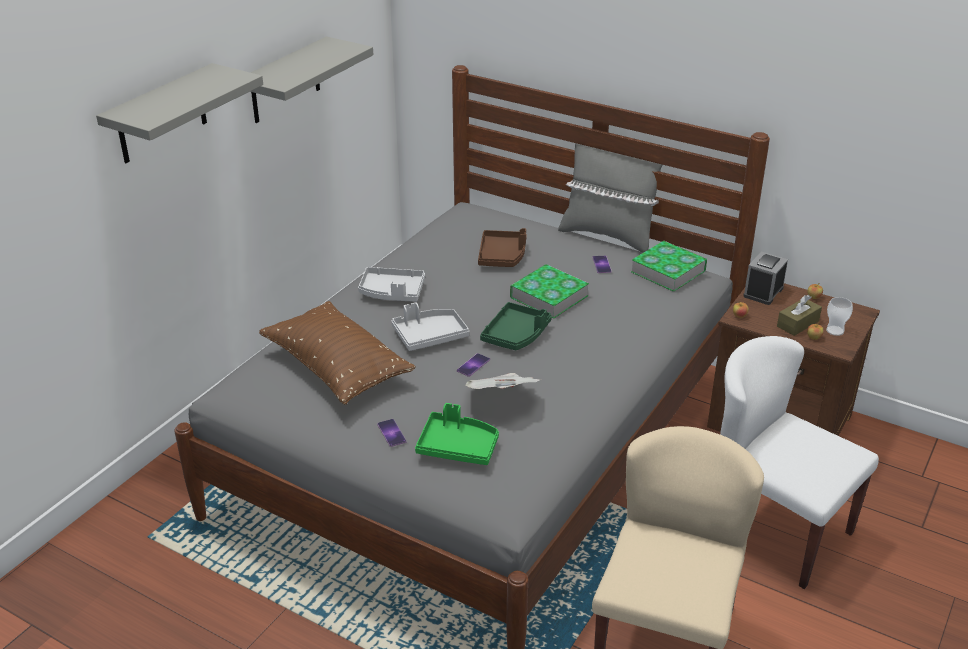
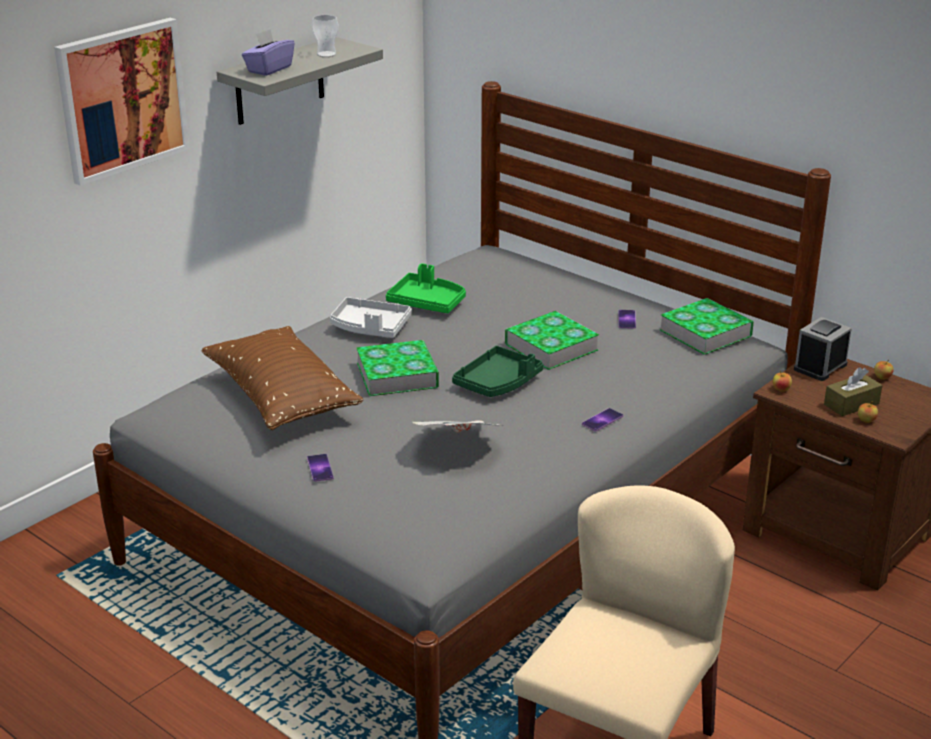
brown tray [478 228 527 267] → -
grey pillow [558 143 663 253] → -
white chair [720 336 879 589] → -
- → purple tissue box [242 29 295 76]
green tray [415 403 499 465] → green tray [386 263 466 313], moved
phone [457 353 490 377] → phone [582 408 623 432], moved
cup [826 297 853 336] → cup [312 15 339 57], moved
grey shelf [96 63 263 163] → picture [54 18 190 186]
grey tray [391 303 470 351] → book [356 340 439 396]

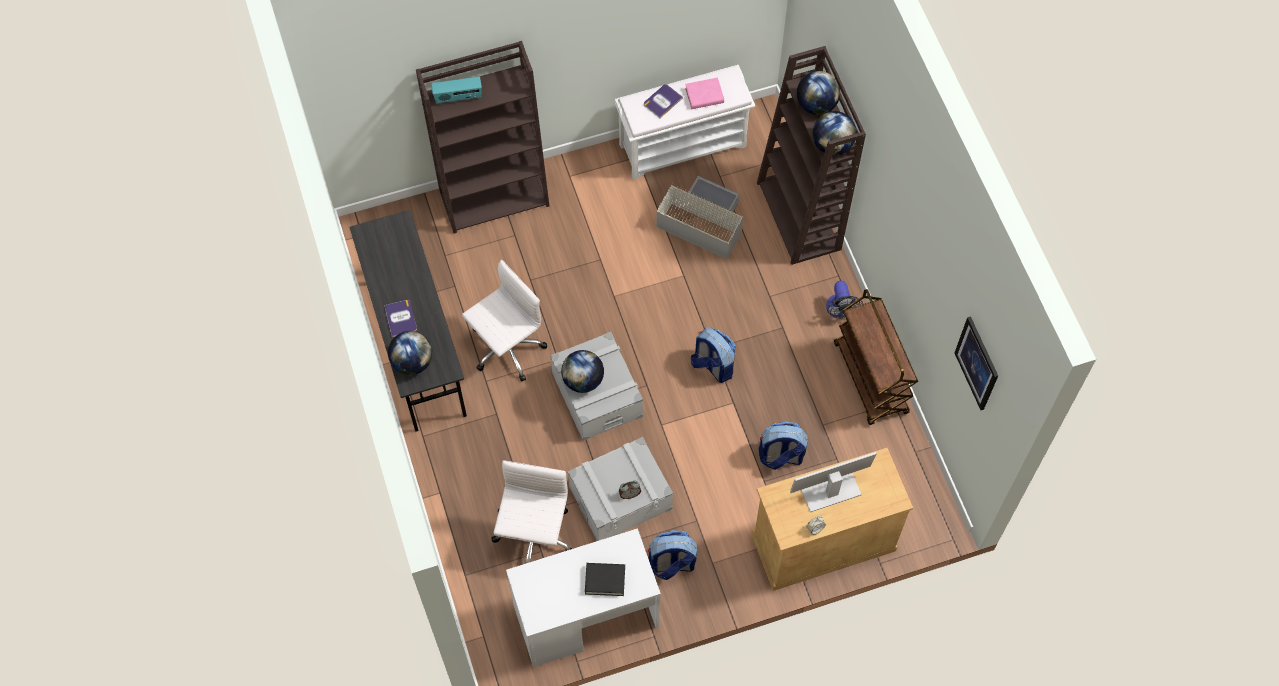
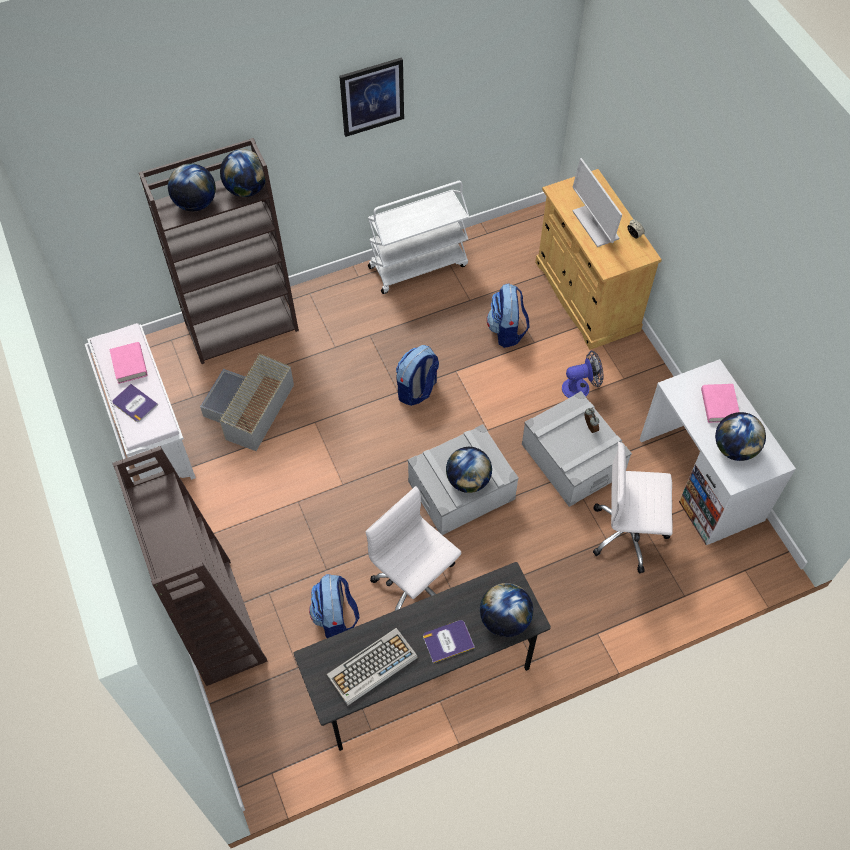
radio [431 77 482 104] → -
- → keyboard [326 628 418 706]
- → globe [715 412 766 461]
backpack [648 530 697 580] → backpack [309 574 359 638], moved
fan [826 281 863 318] → fan [562 350 603 398], moved
picture [954 316 998 410] → picture [339 57 404 137], moved
black book [585 563 625 596] → pink book [701 384 740 423]
brown cart [834 289 918 425] → white cart [368 181 469 294]

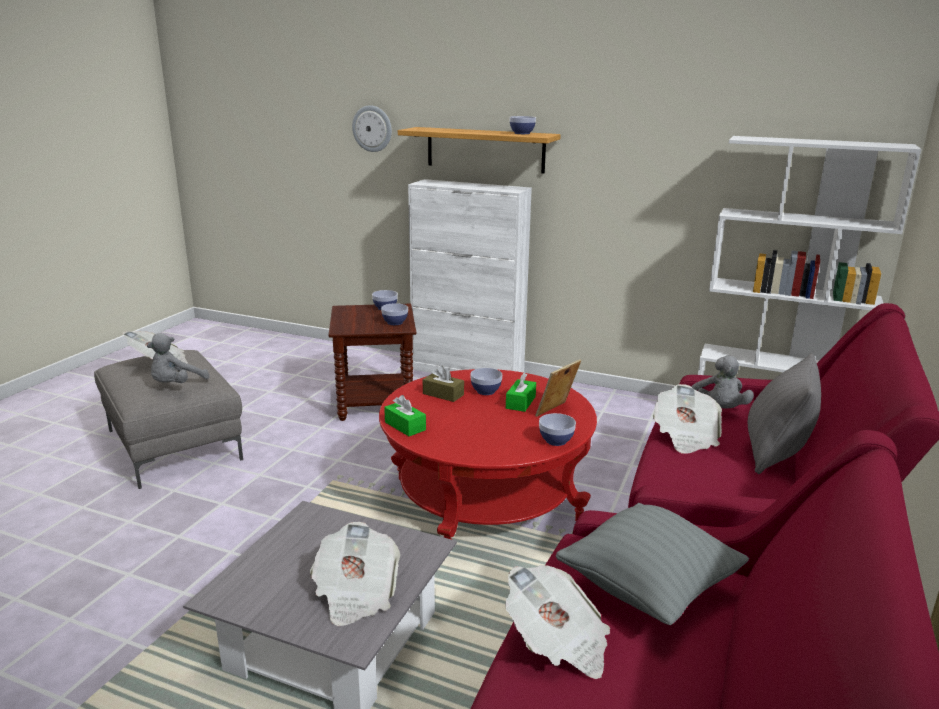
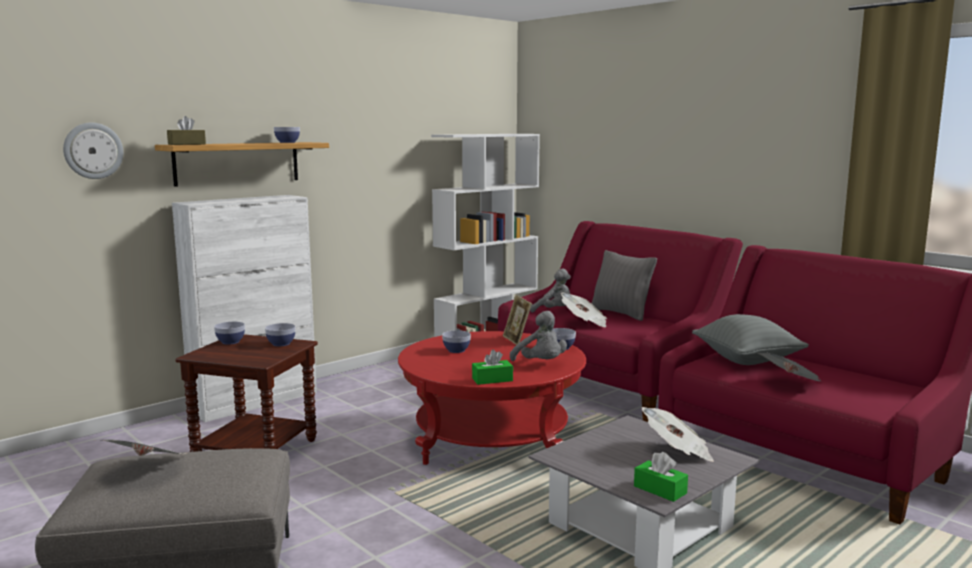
grey plush toy [147 333 209 383] → grey plush toy [510 311 567 361], moved
brown tissue box [423 366 464 402] → brown tissue box [167 116 206 145], moved
green tissue box [506 373 536 412] → green tissue box [634 452 688 502], moved

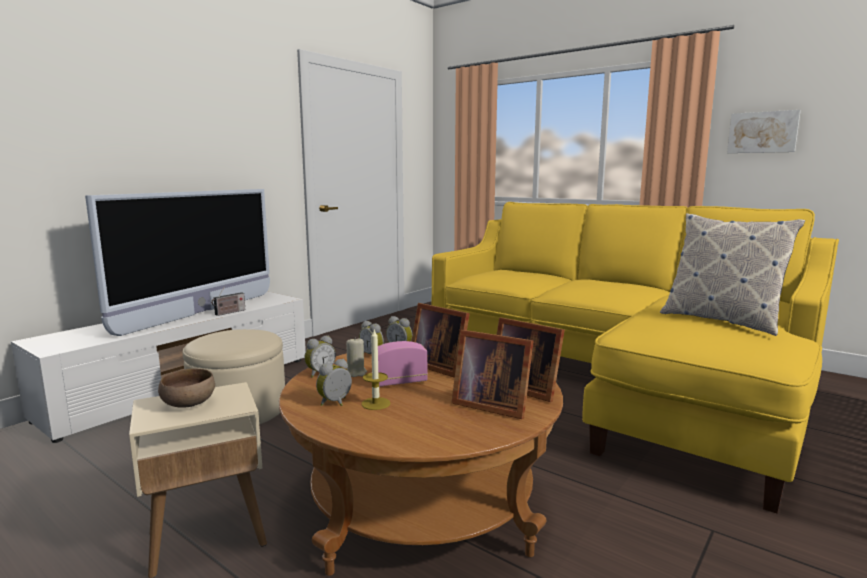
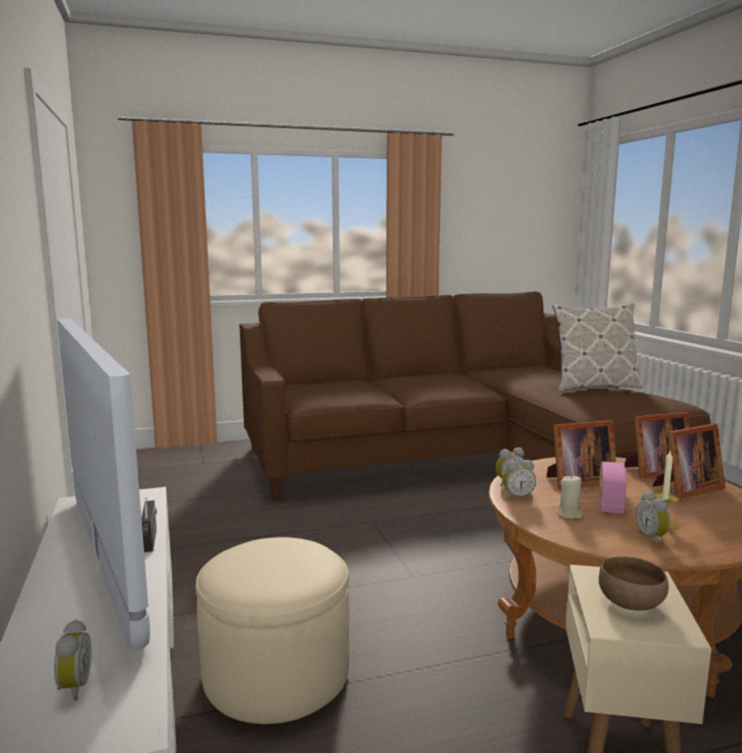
picture [727 110 801 153] → -
alarm clock [304 335 336 378] → alarm clock [54 619 92 701], moved
yellow sofa [432 202 839 514] → brown sofa [239 292 711 500]

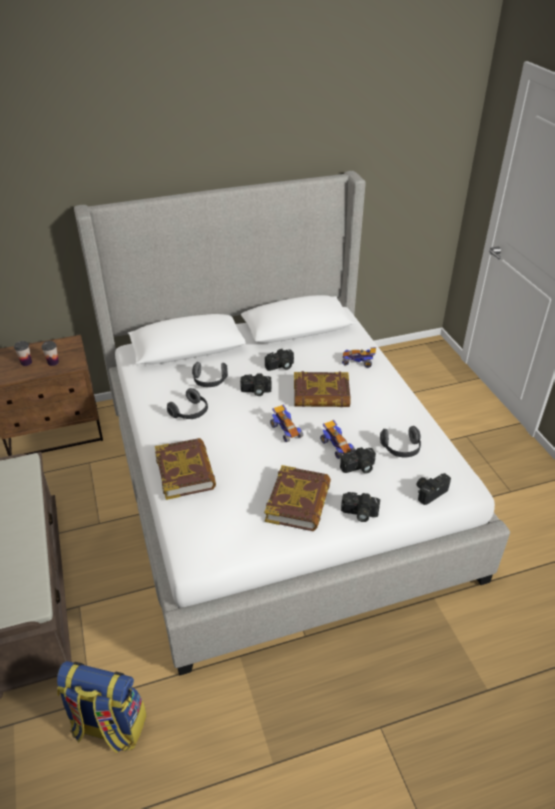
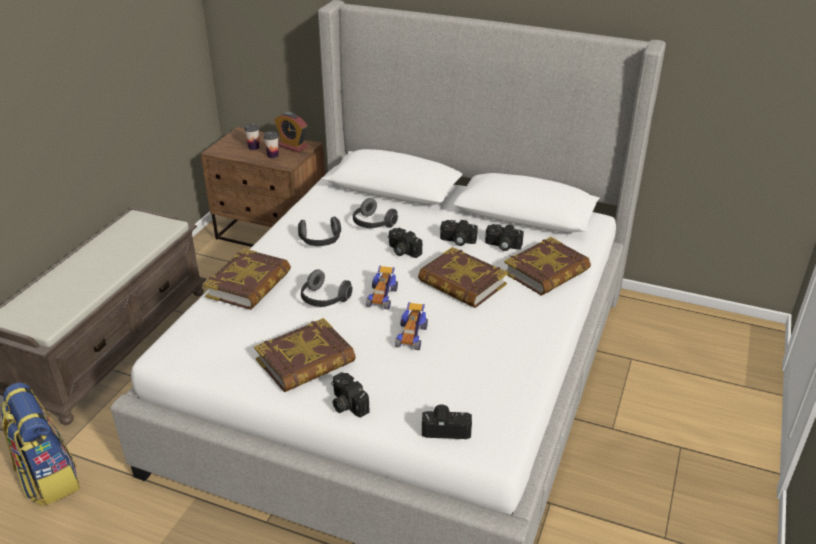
- → alarm clock [274 112 308 152]
photo camera [340 447 376 474] → photo camera [485 224 524 251], moved
headphones [380 426 421 457] → headphones [301 269 353 307], moved
toy car [342 347 376 368] → book [504 237 591 296]

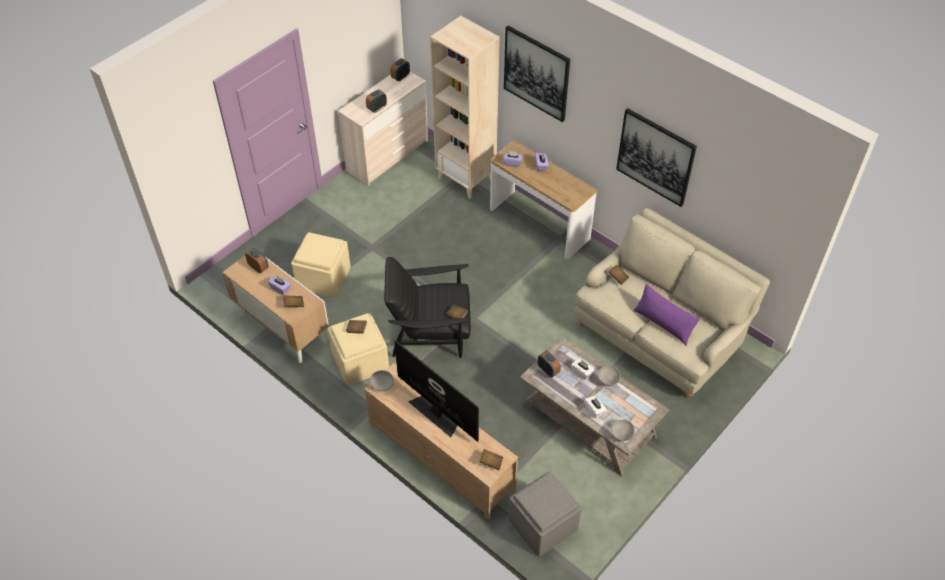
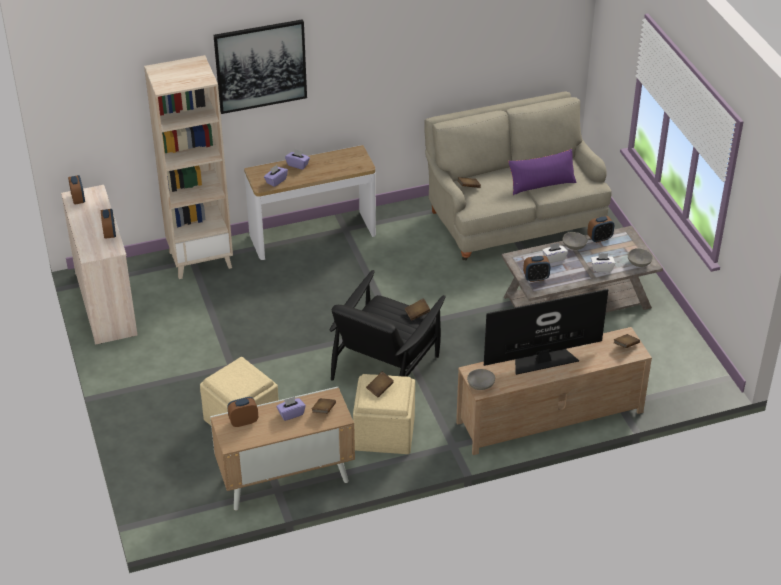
grey ottoman [508 471 582 556] → -
picture [616 108 697 207] → -
- → alarm clock [587 216 614 243]

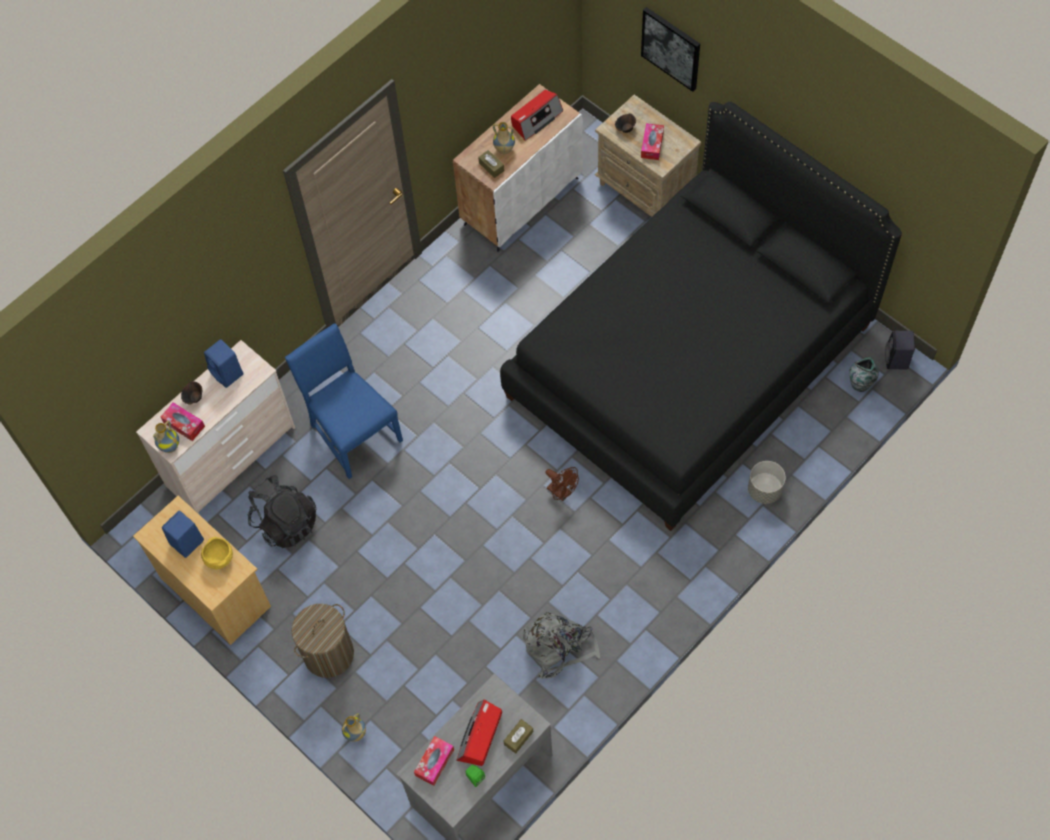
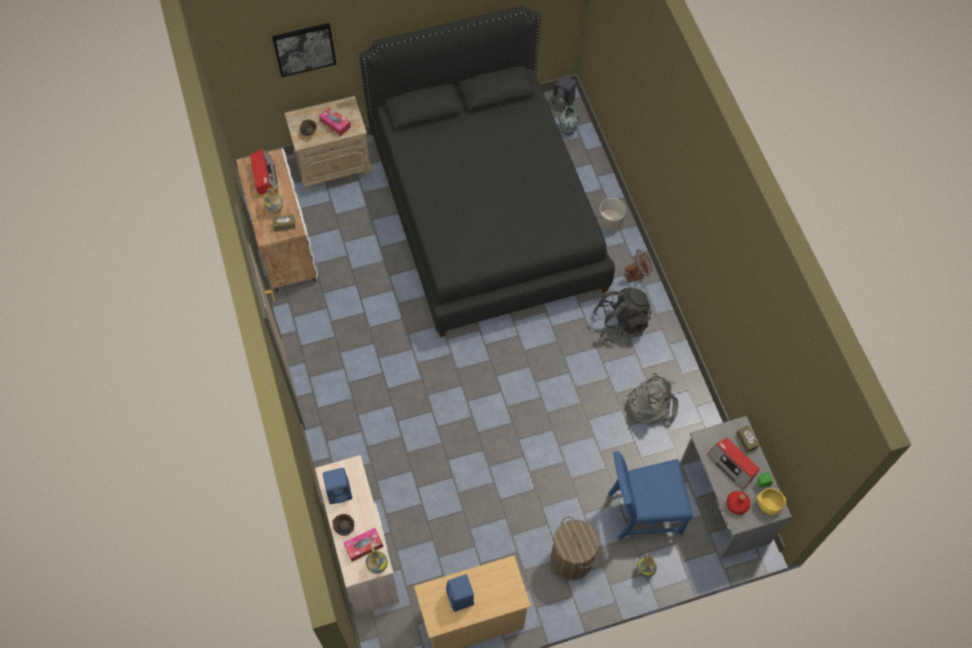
yellow bowl [201 537 233 569] → yellow bowl [757 488 786 515], moved
black backpack [247 475 317 548] → black backpack [593 288 652 342], moved
blue chair [285 323 403 479] → blue chair [608 451 693 540], moved
brown fan [545 467 579 501] → brown fan [625 249 652 283], moved
tissue box [414 736 454 786] → red bottle [726 491 751 515]

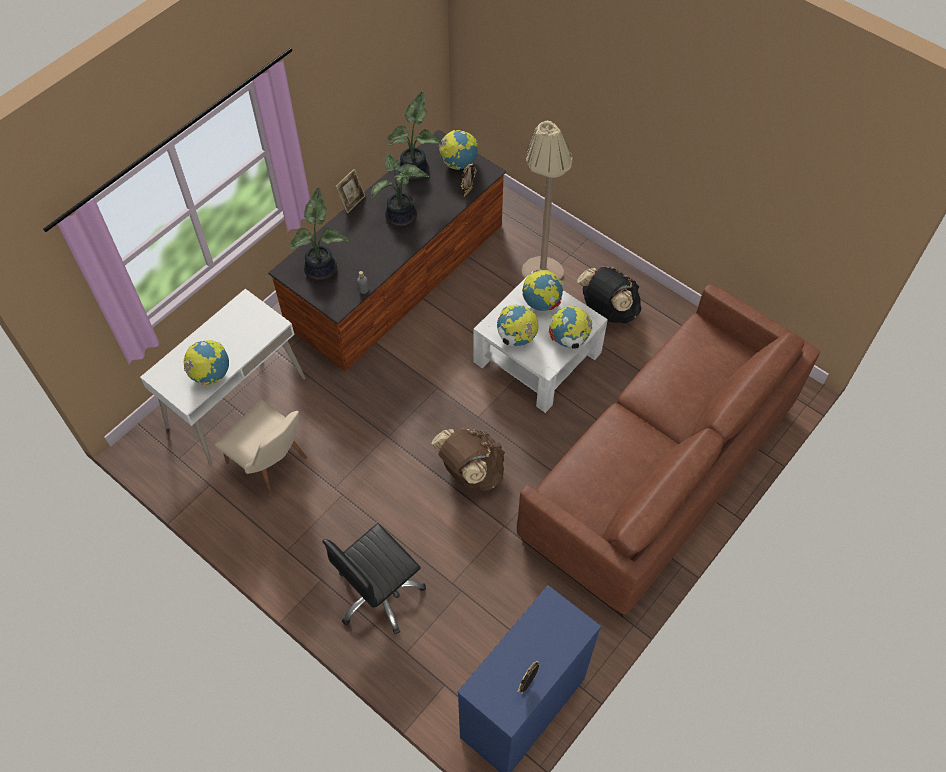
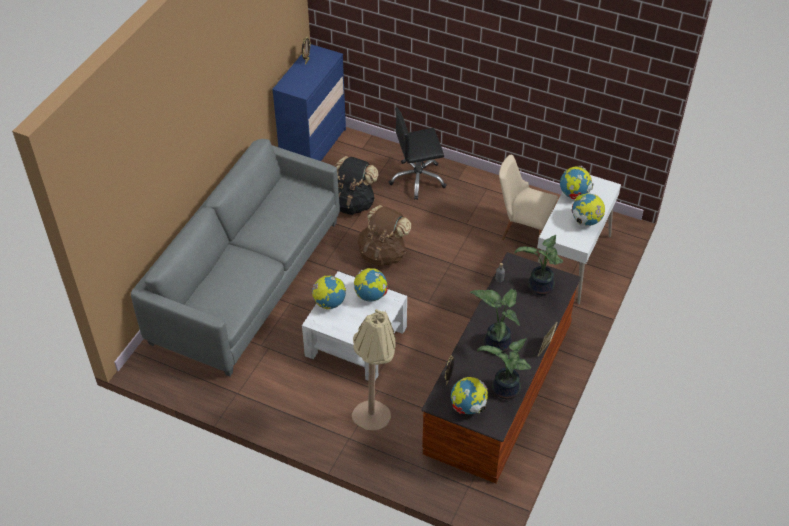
globe [522 269 564 311] → globe [571 193 605 226], moved
black backpack [577 266 642 323] → black backpack [334 156 379 215], moved
brown sofa [517 285 820 616] → grey sofa [131 139 340 377]
black office chair [322 523 426 634] → black office chair [389 108 447 200], 135 degrees counterclockwise

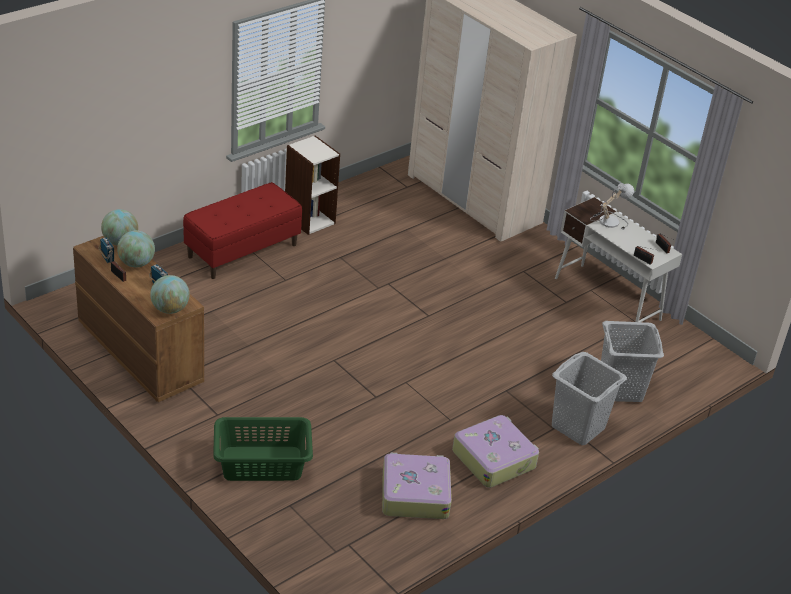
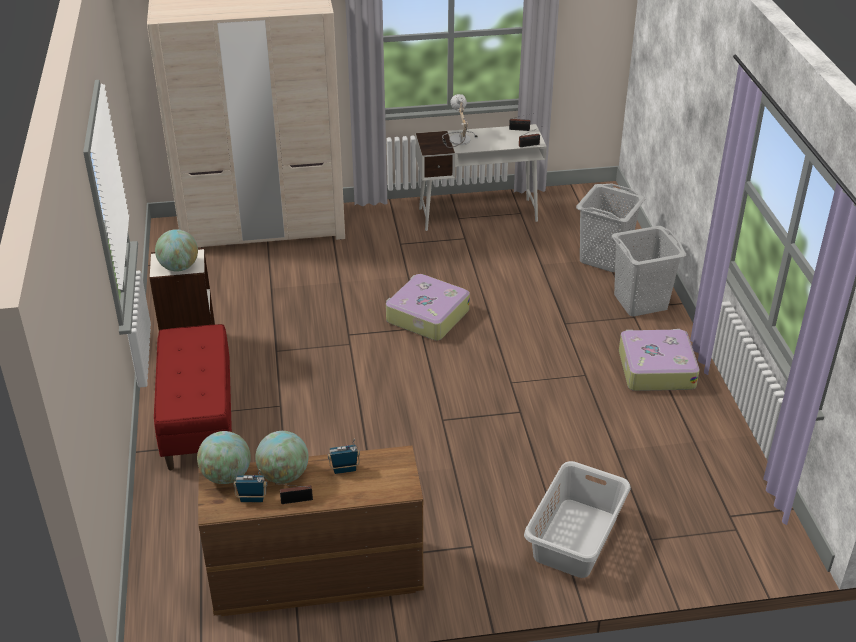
globe [150 275 190 314] → globe [155 229 198 271], moved
suitcase [382 453 452 519] → suitcase [386 274 470 341], moved
green laundry basket [213 417 313 481] → grey laundry basket [524 461 631 578]

